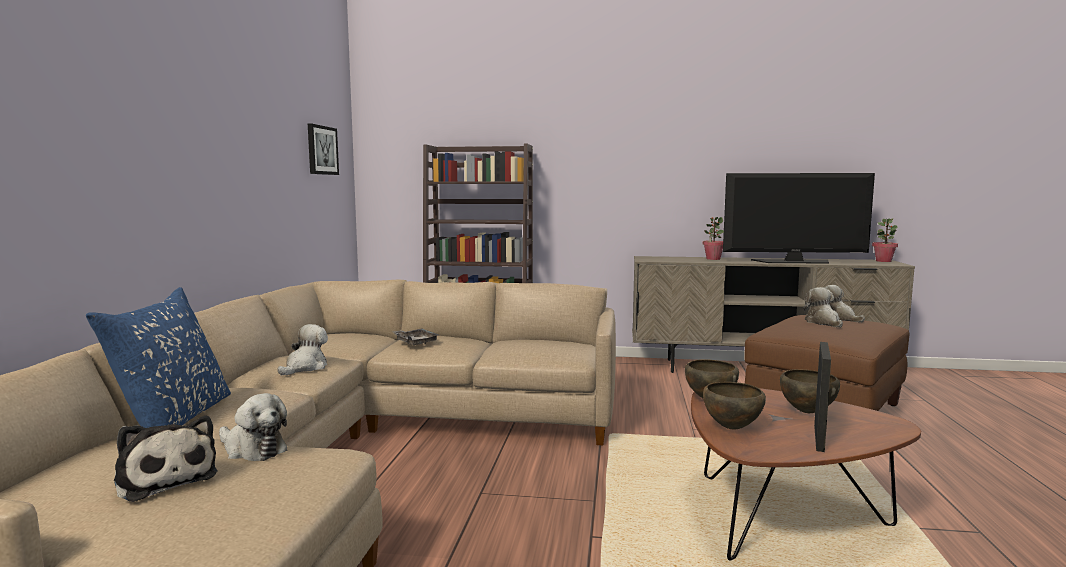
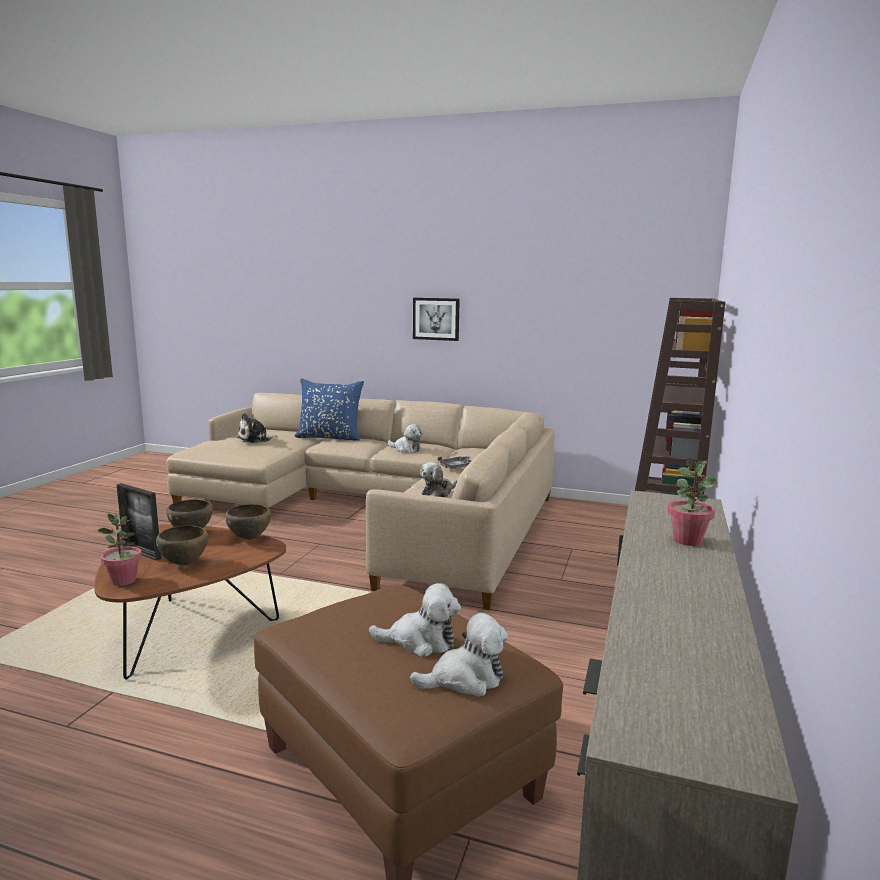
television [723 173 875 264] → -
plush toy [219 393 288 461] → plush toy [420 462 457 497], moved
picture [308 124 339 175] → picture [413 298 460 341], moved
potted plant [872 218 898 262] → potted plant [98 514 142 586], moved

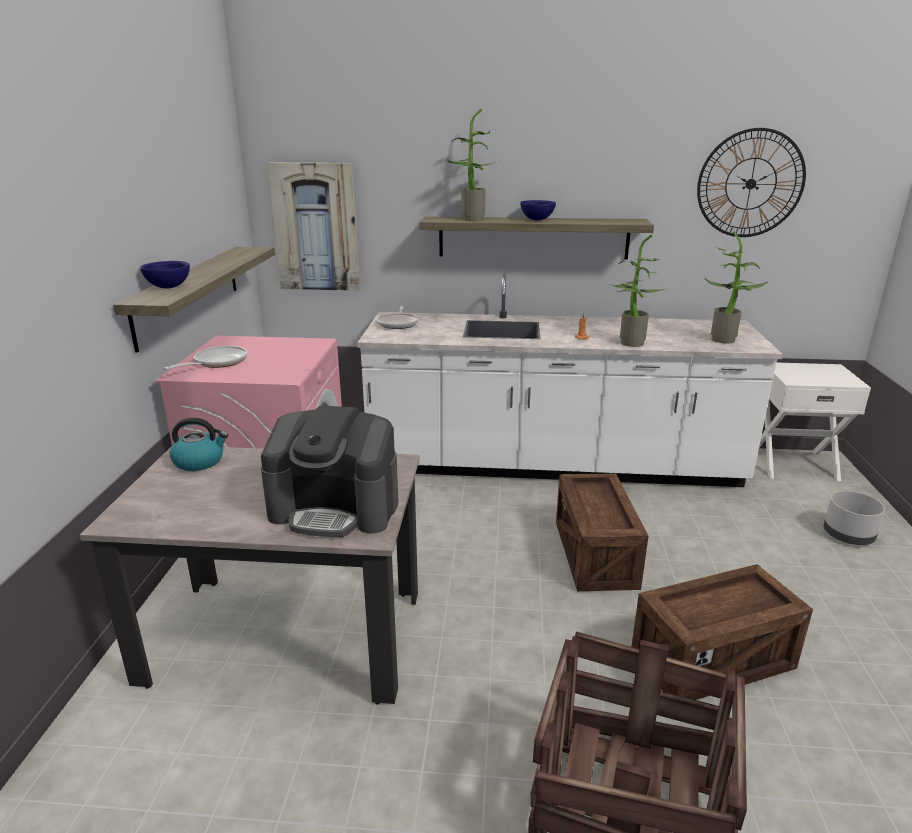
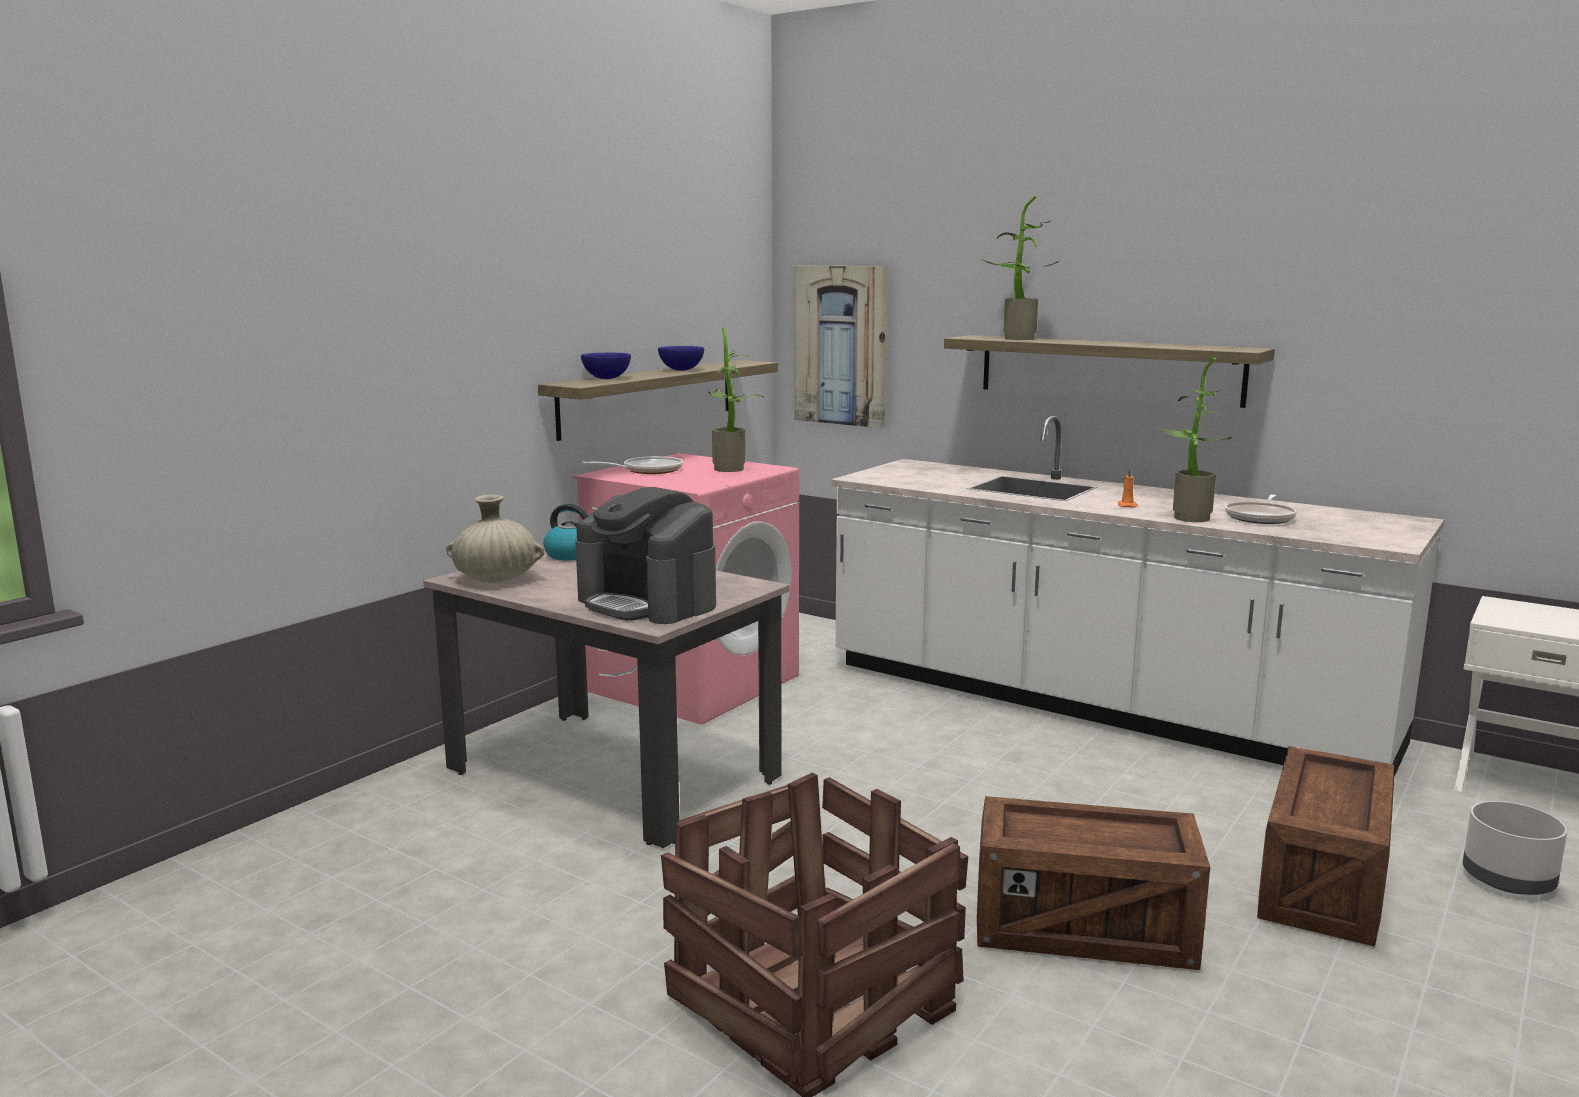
wall clock [697 128 806 237] → -
- → beige vase [446 495 545 583]
frying pan [377 306 418 329] → frying pan [1225 494 1297 524], moved
blue bowl [520 200 556 220] → blue bowl [658 346 704 371], moved
crate [556 473 648 591] → crate [1257 746 1394 947], moved
potted plant [704 231 768 344] → potted plant [709 327 764 472], moved

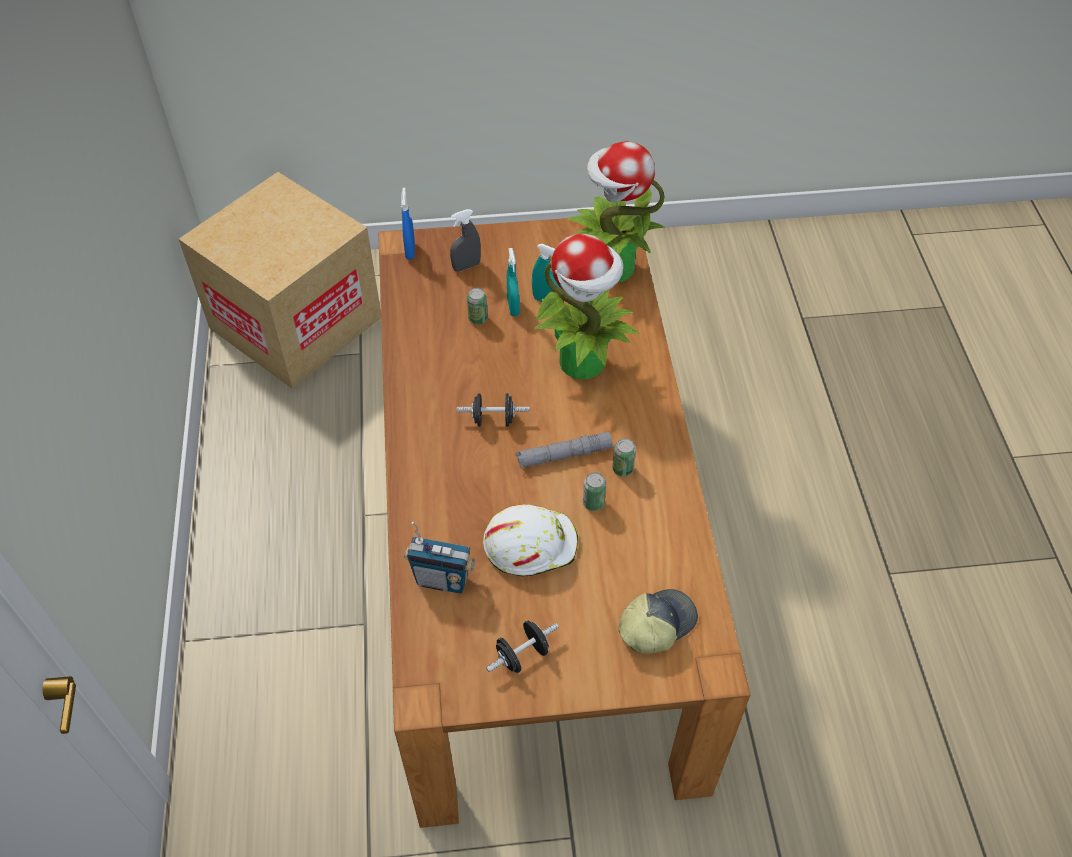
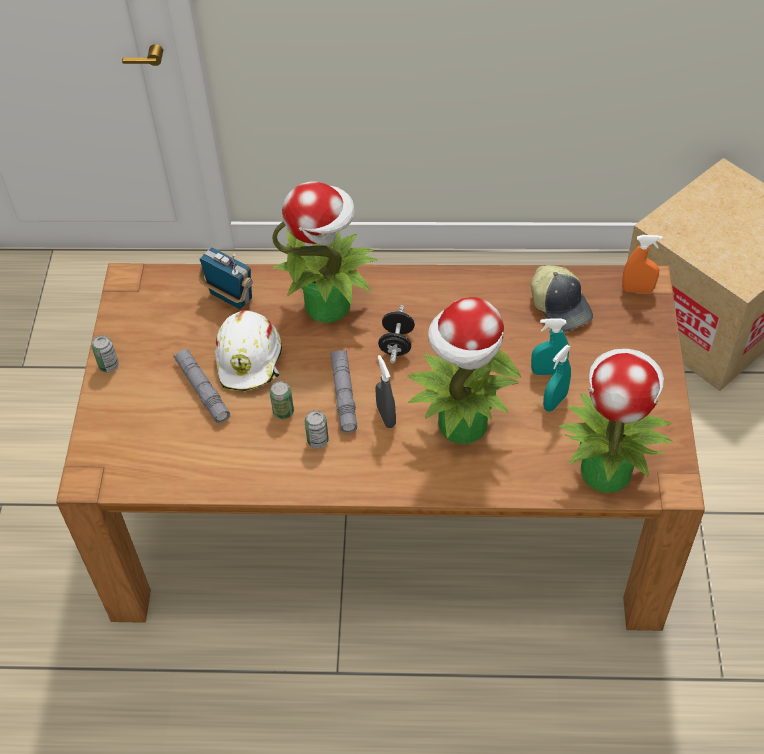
black dumbbell [486 621 559 673] → -
- → grey flashlight [174 348 230 423]
- → potted plant [272 181 377 323]
grey spray bottle [450 209 481 272] → grey spray bottle [375 355 396 428], moved
can [467 288 488 325] → can [92 335 119 372], moved
cap [618 589 698 654] → cap [531 265 593 332], moved
blue spray bottle [401 187 415 260] → orange spray bottle [622 235 663 293]
radio [404 522 475 594] → radio [198 248 253 309], 105 degrees clockwise

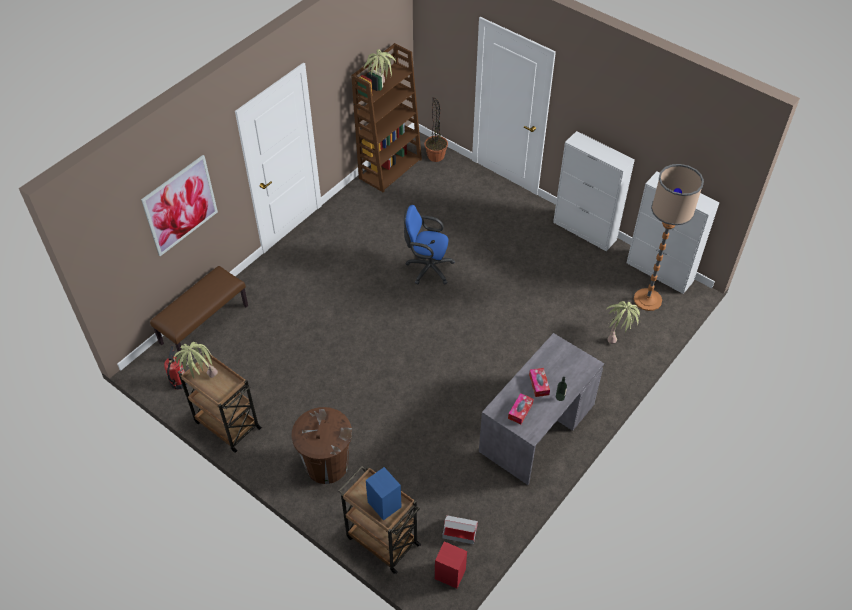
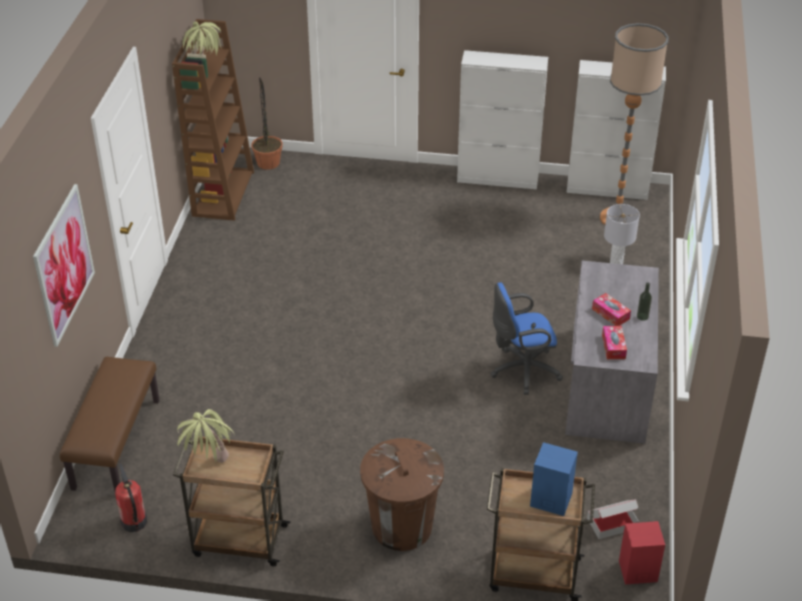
blue office chair [404 205 455 285] → blue office chair [491 282 563 395], moved
potted plant [606 301 641 344] → grey table lamp [604 204 640 264]

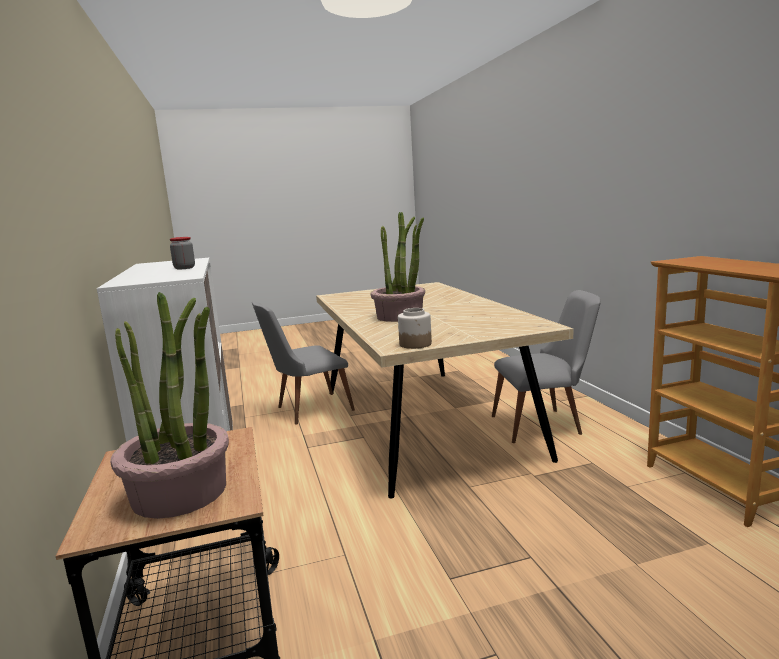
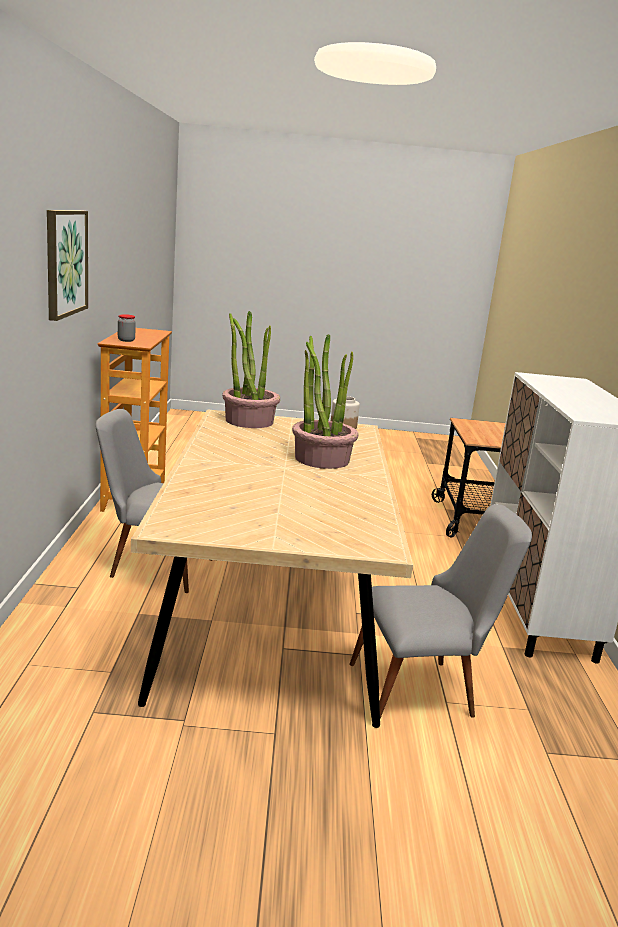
- → picture [47 210 88 321]
potted plant [110 292 229 519] → potted plant [222 311 280 428], moved
jar [170 237 195 270] → jar [118 314 136 342], moved

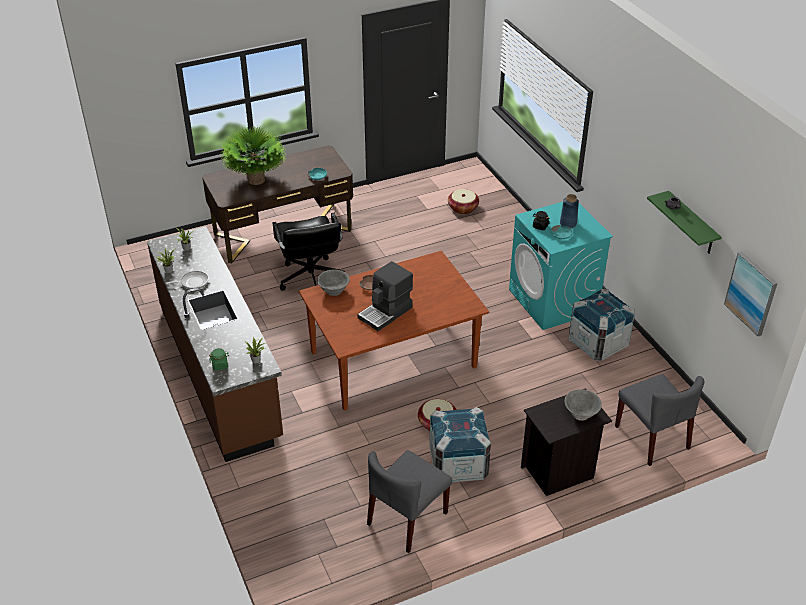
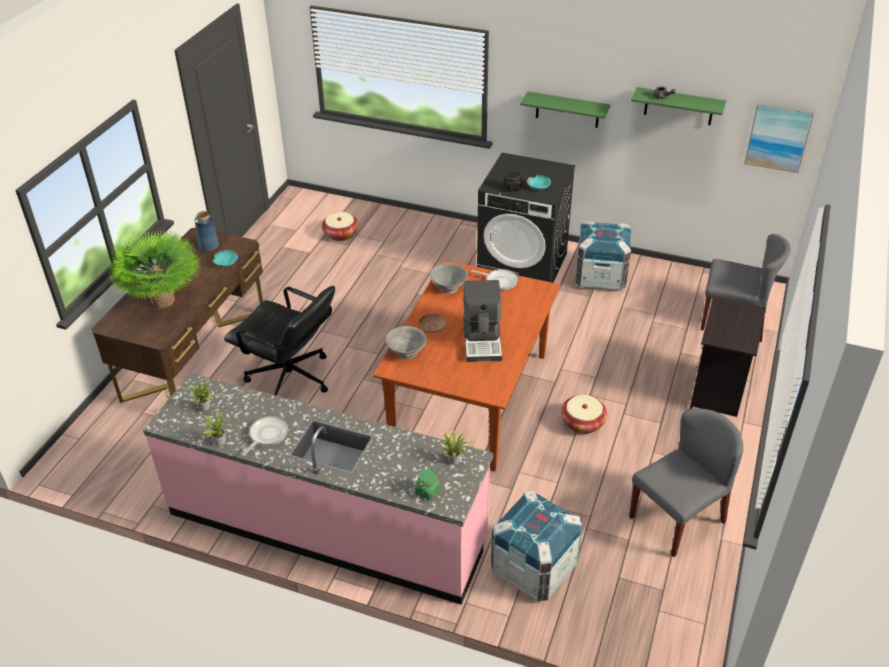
- → frying pan [471 269 518 290]
- → green shelf [520 92 610 128]
crate [429 407 491 482] → crate [491 491 582 601], moved
blue vase [560 194 579 228] → blue vase [195 211 219 251], moved
grey bowl [565 389 602 421] → grey bowl [430 263 468 294], moved
brown counter [147 226 283 462] → pink counter [143 373 493 605]
turquoise washing machine [509 202 613 330] → black washing machine [477 153 575 283]
grey chair [367 450 452 553] → grey chair [629 408 743 557], 120 degrees counterclockwise

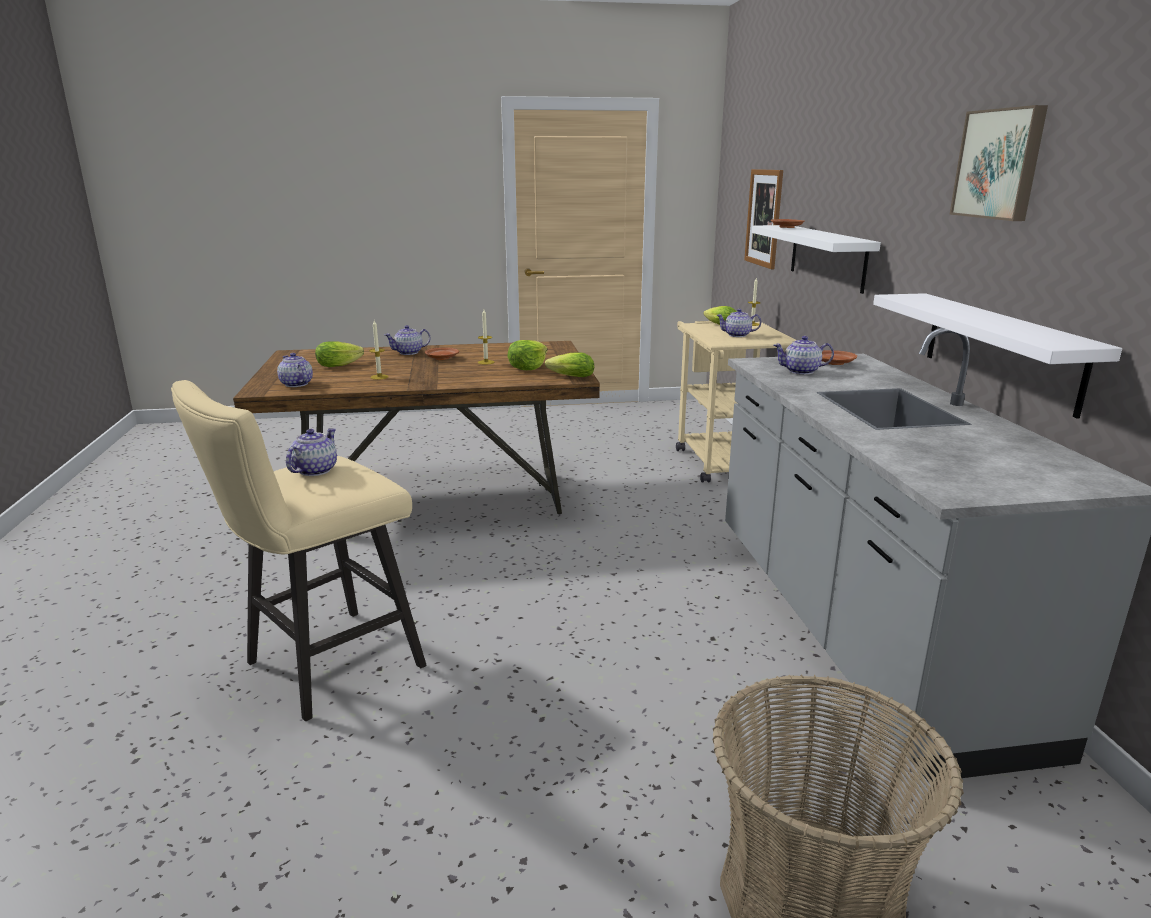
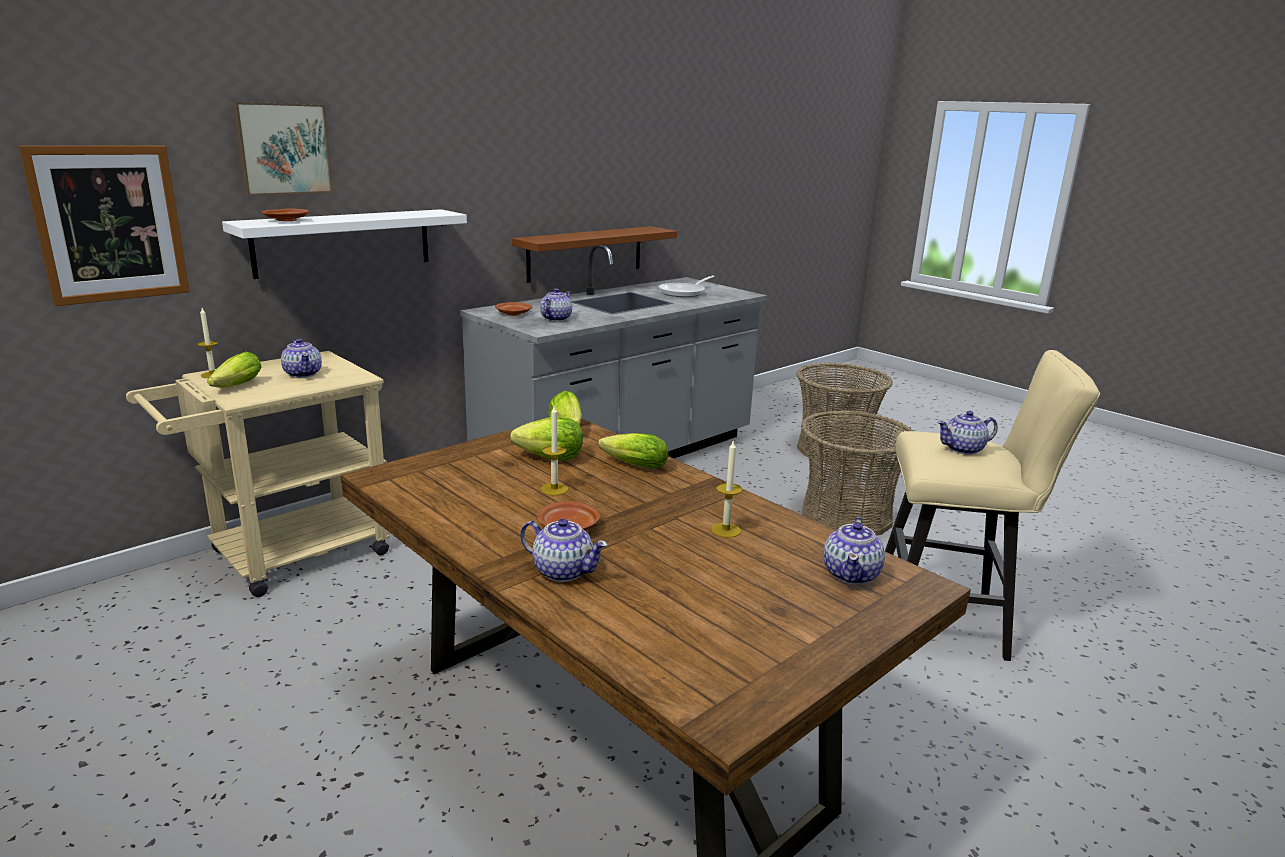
- → frying pan [659 276 715 297]
- → basket [801 410 914 536]
lettuce [315 341 364 367] → lettuce [598 433 668 469], moved
picture [950 105 1048 221] → picture [232 102 333 196], moved
white shelf [873 293 1122 419] → brown shelf [512 226 677 283]
teapot [774 336 834 375] → teapot [540 288 572 321], 120 degrees counterclockwise

